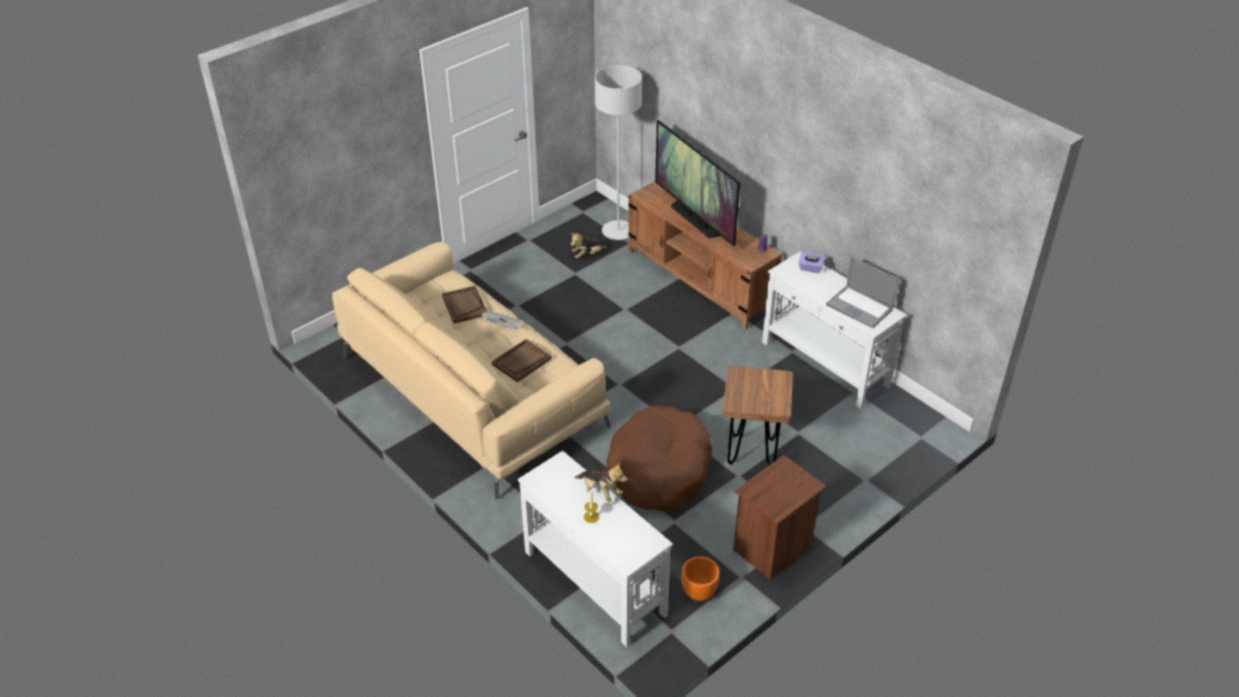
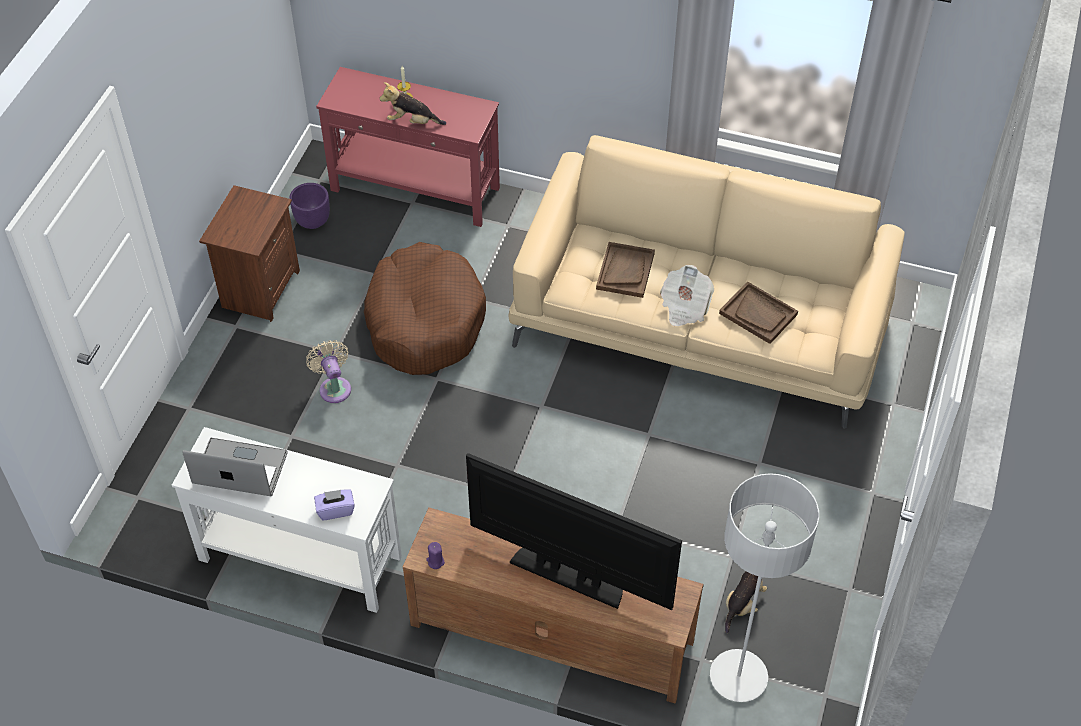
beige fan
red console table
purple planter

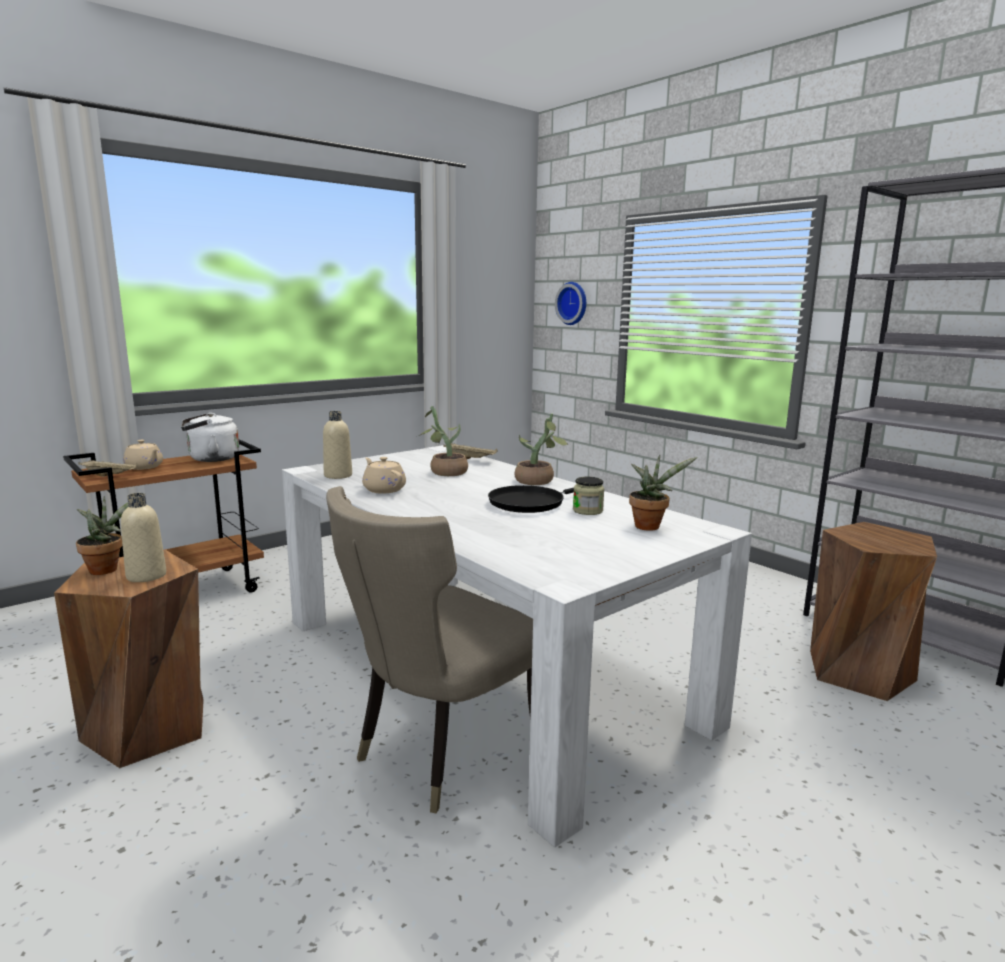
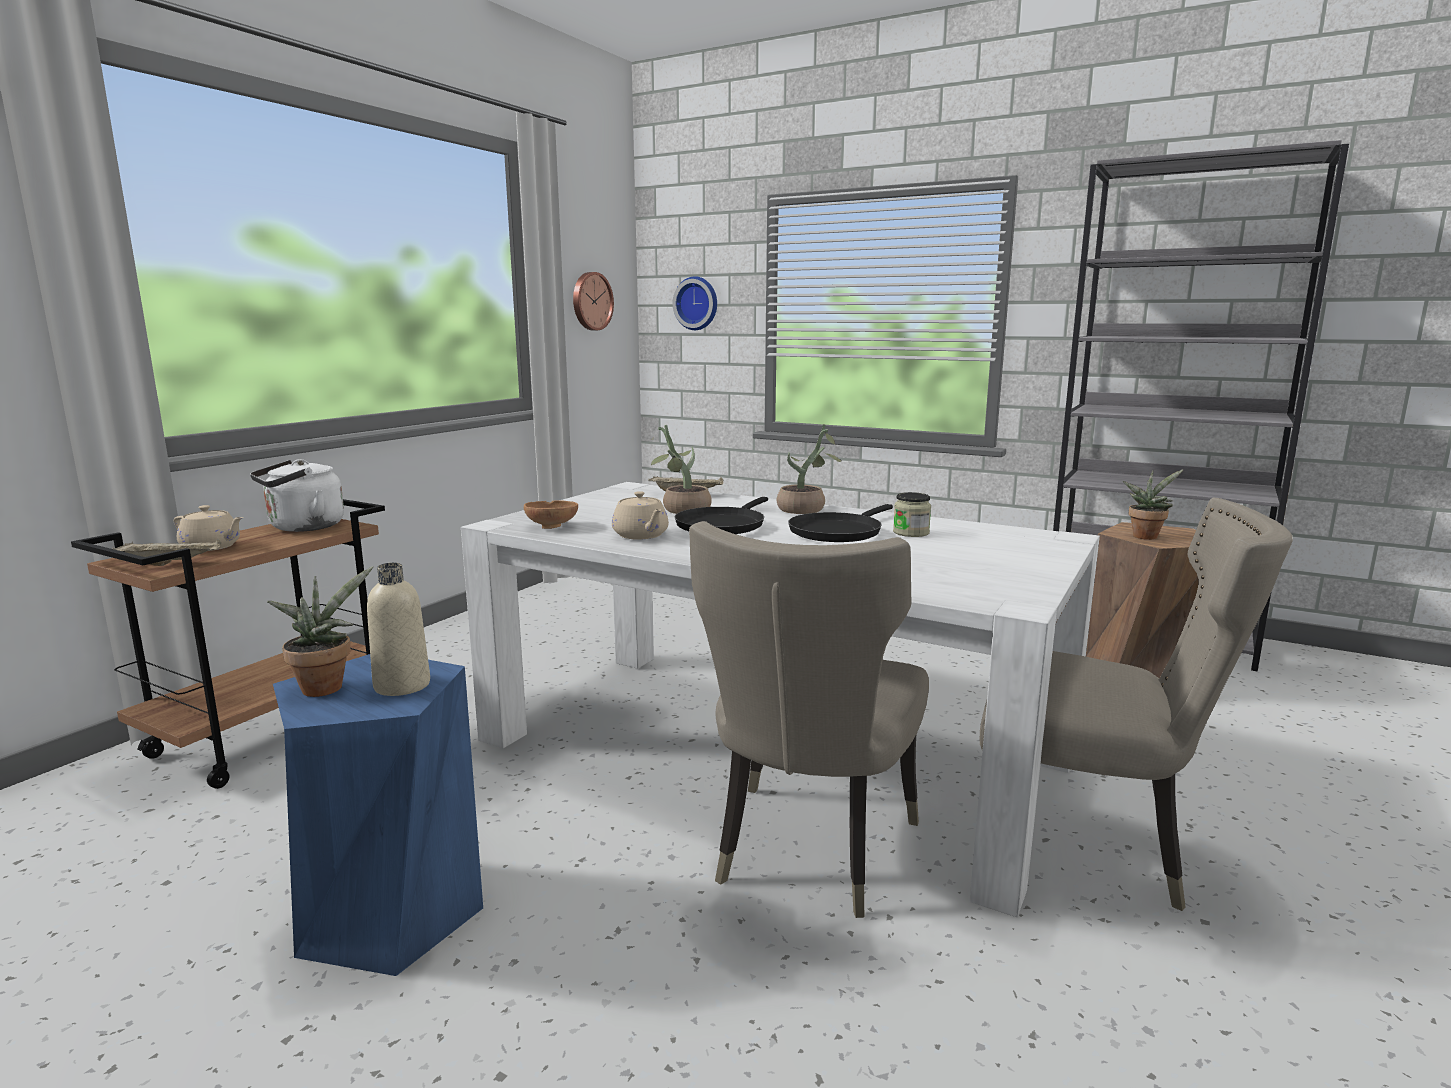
brown bowl
potted plant (4th from left)
beige teapot (2nd from left)
blue stool
wall clock (1st from left)
black frying pan (1st from left)
beige chair (2nd from left)

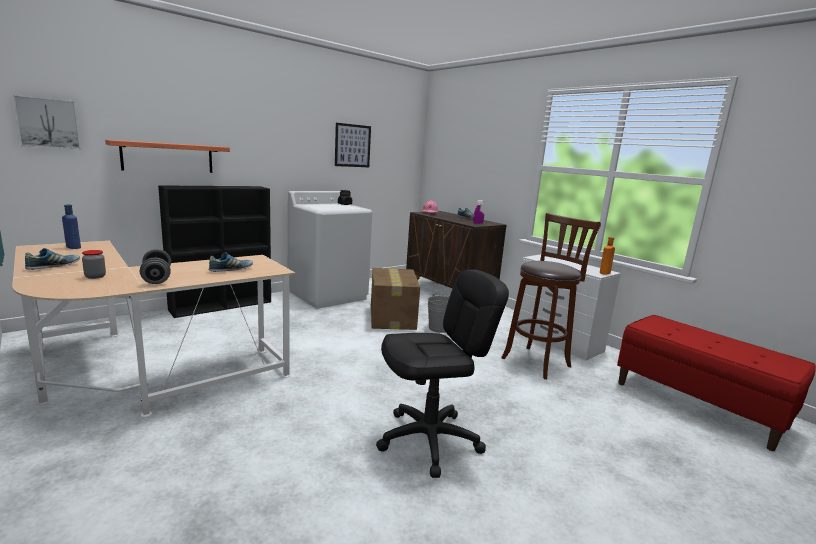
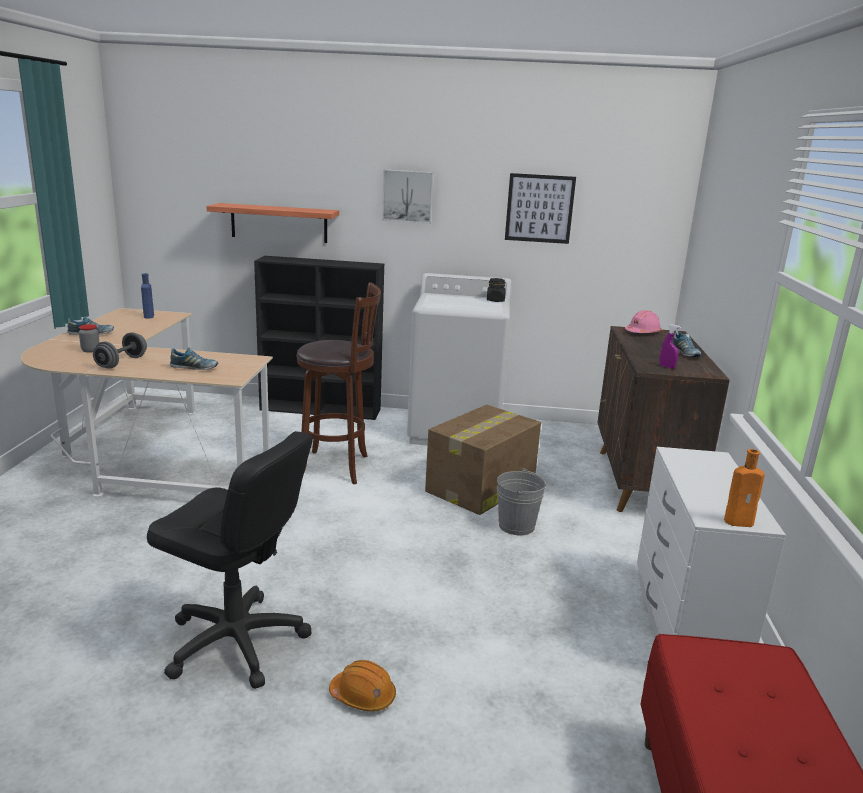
picture (1st from left)
brown stool
orange hard hat

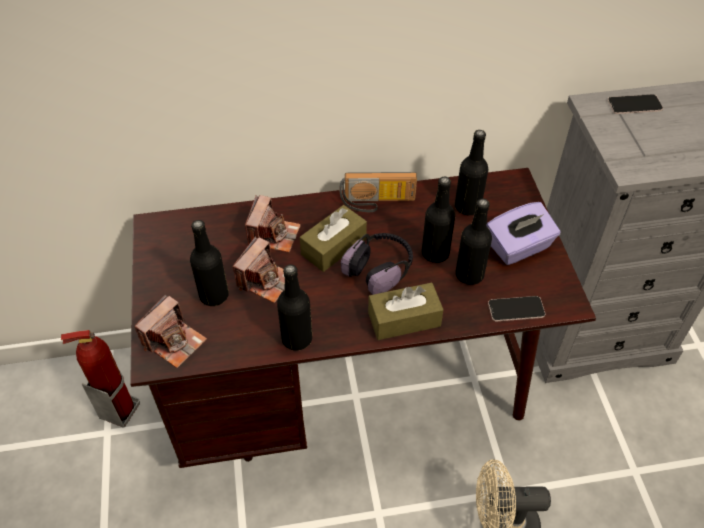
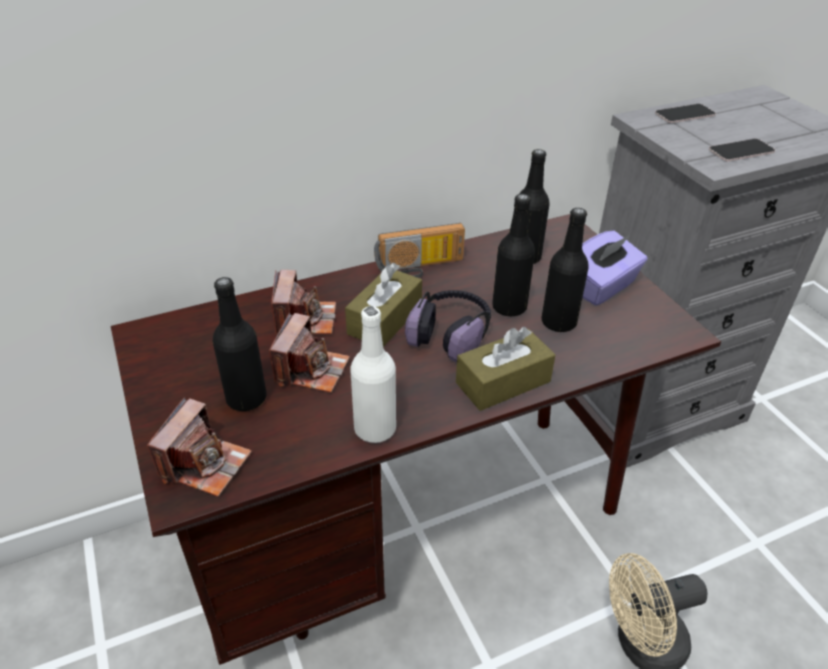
white bottle
phone (2nd from left)
fire extinguisher

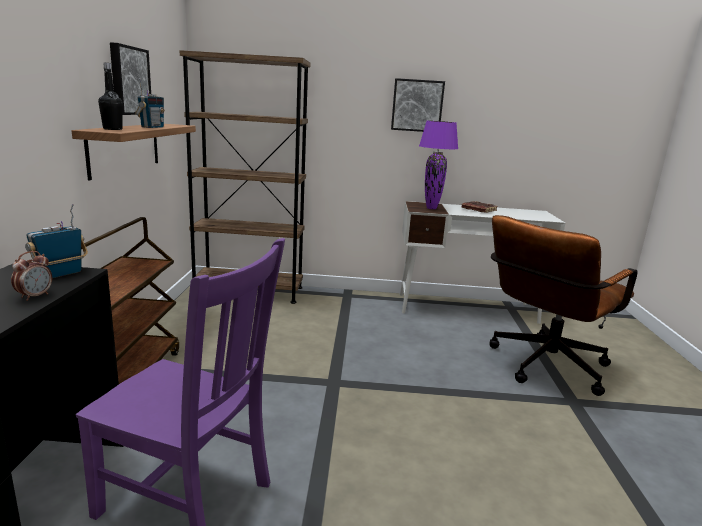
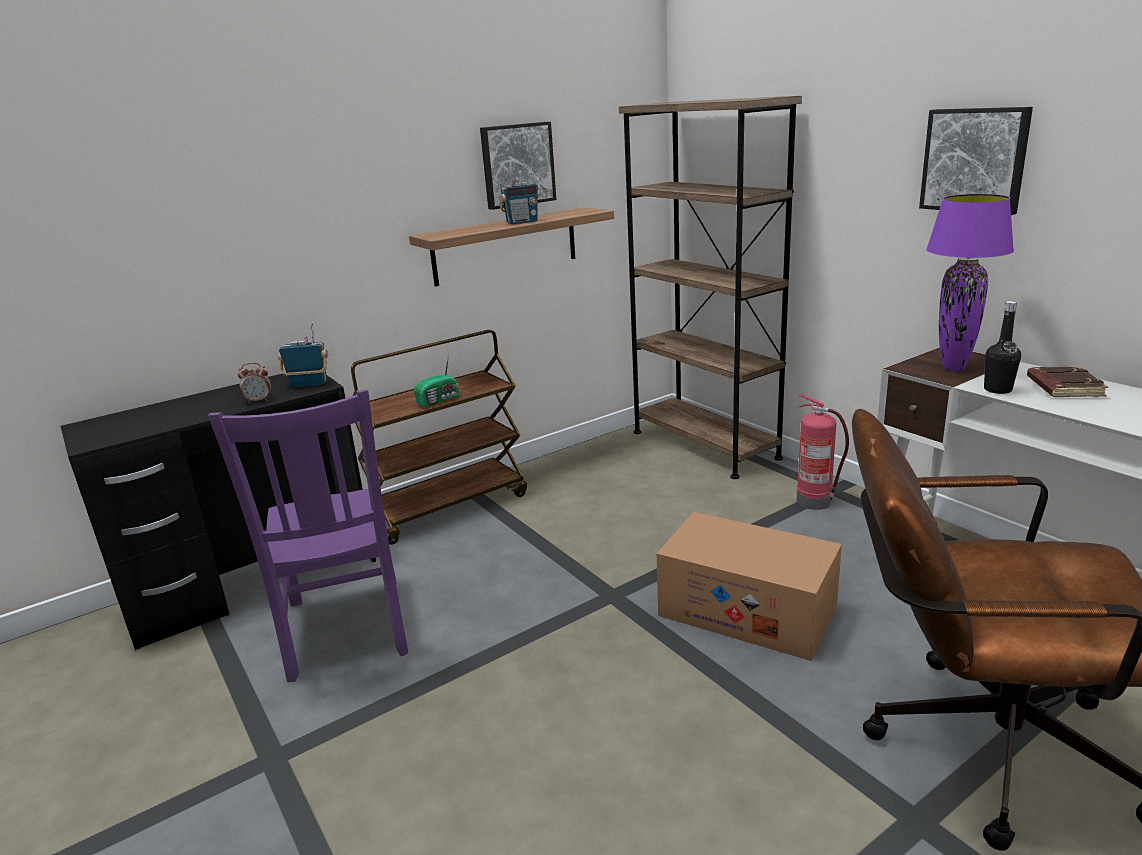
black bottle
radio (2nd from left)
fire extinguisher
cardboard box

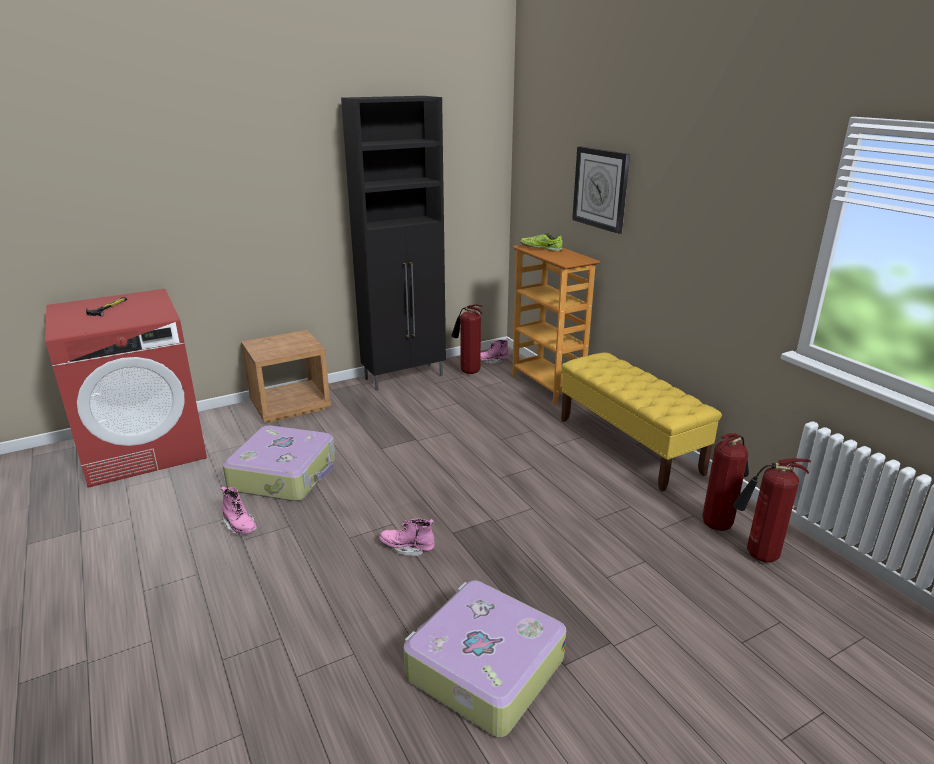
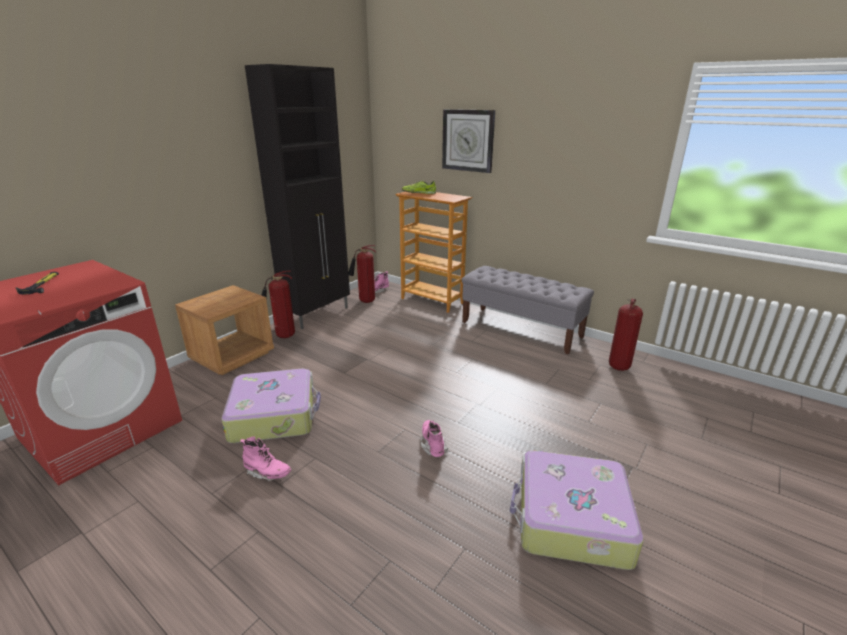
grey bench
fire extinguisher (1st from left)
pink boot (3rd from left)

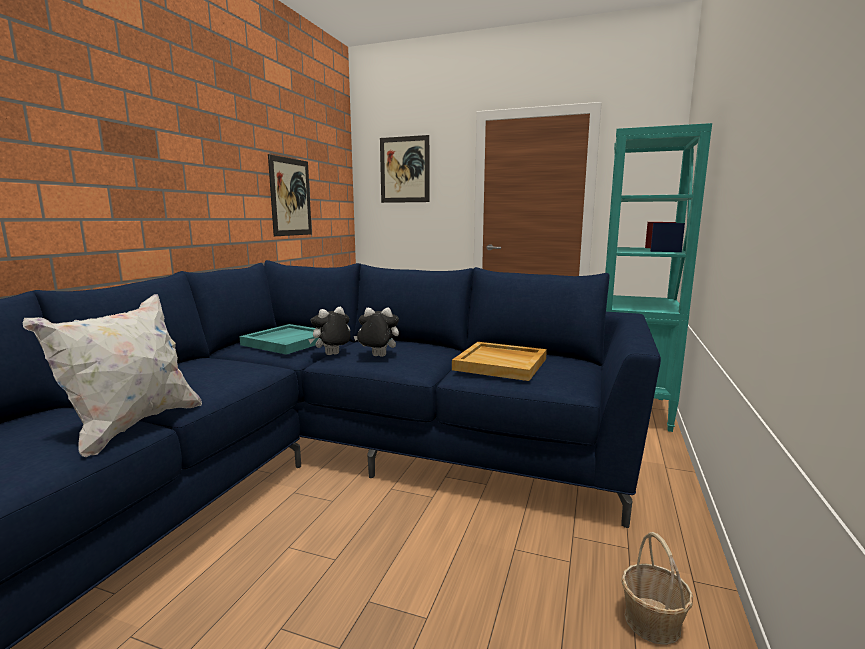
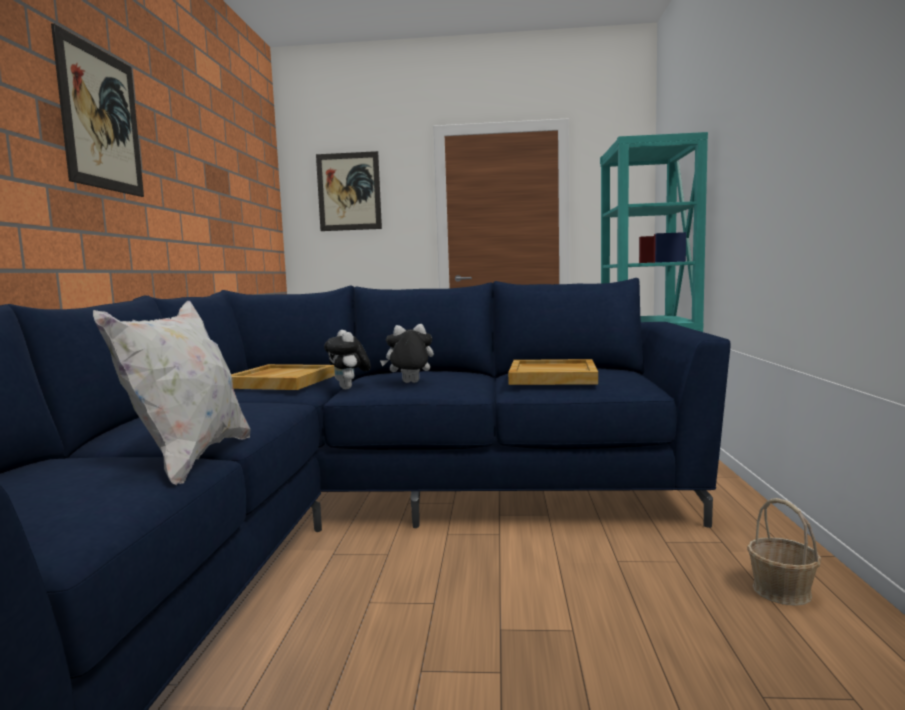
picture (1st from left)
plush toy (1st from left)
beige tray (1st from left)

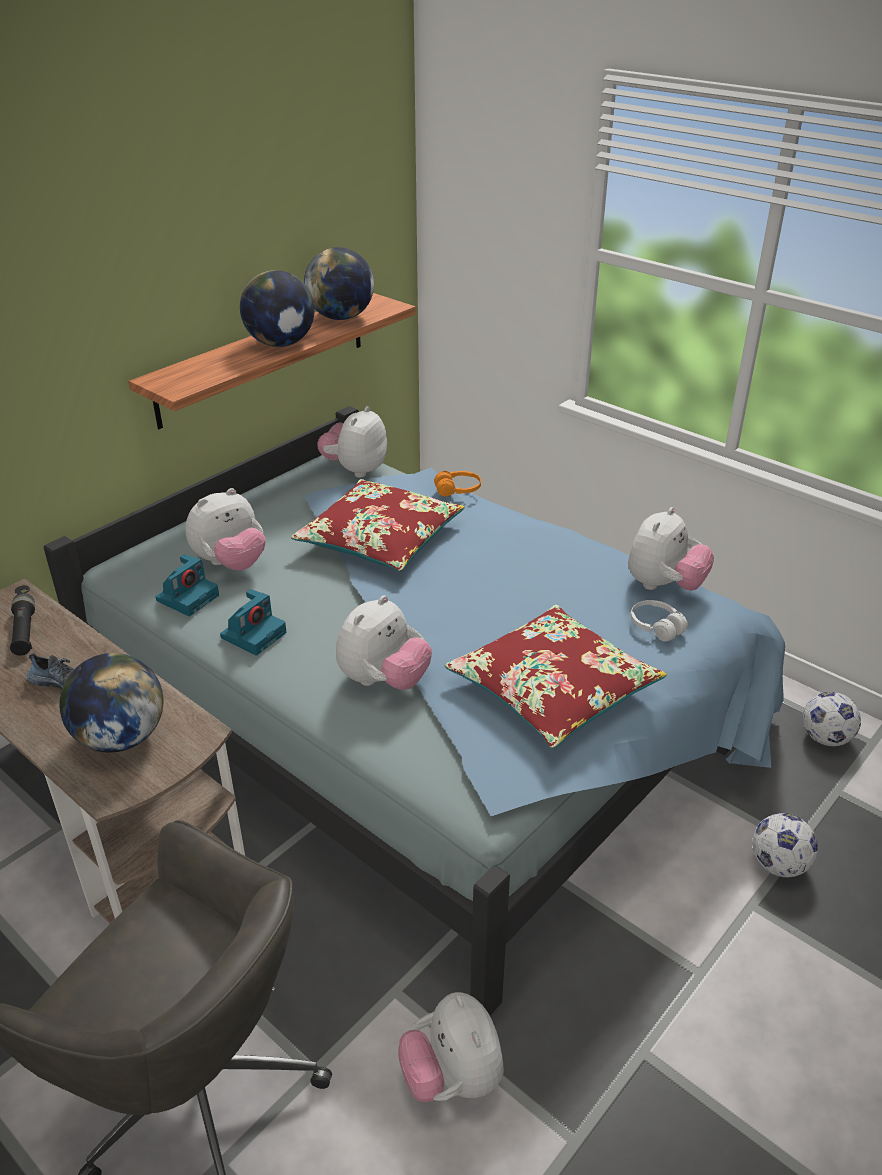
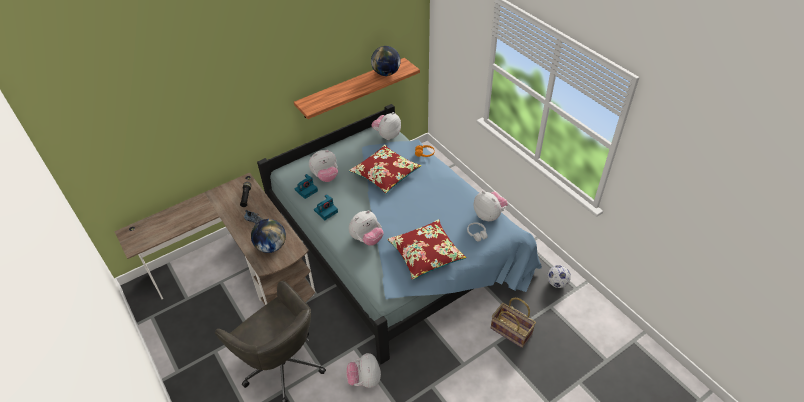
globe (2nd from left in the first image)
plush toy (5th from left)
basket

